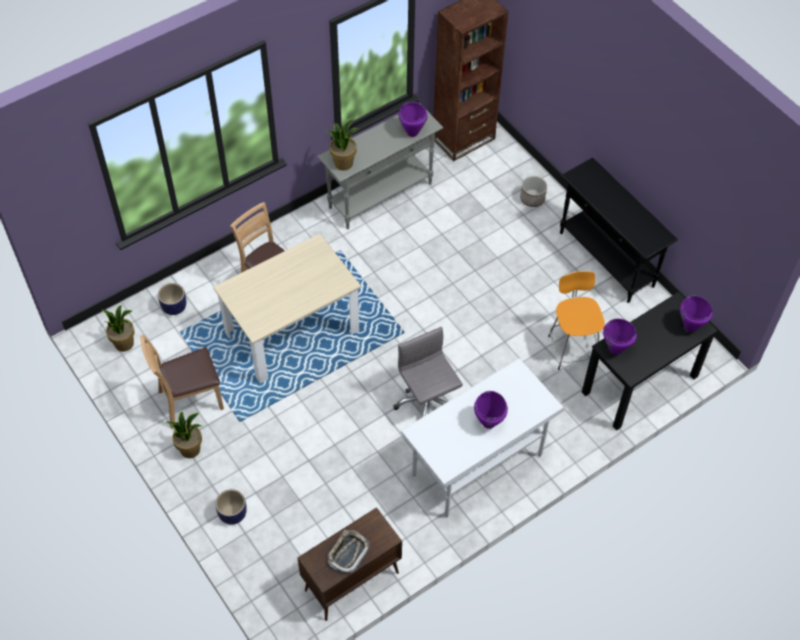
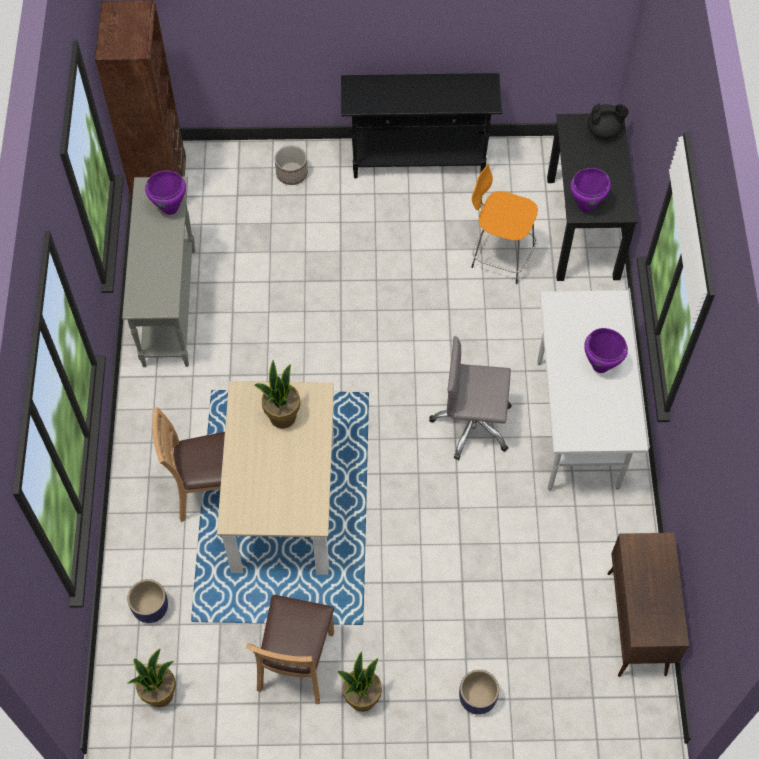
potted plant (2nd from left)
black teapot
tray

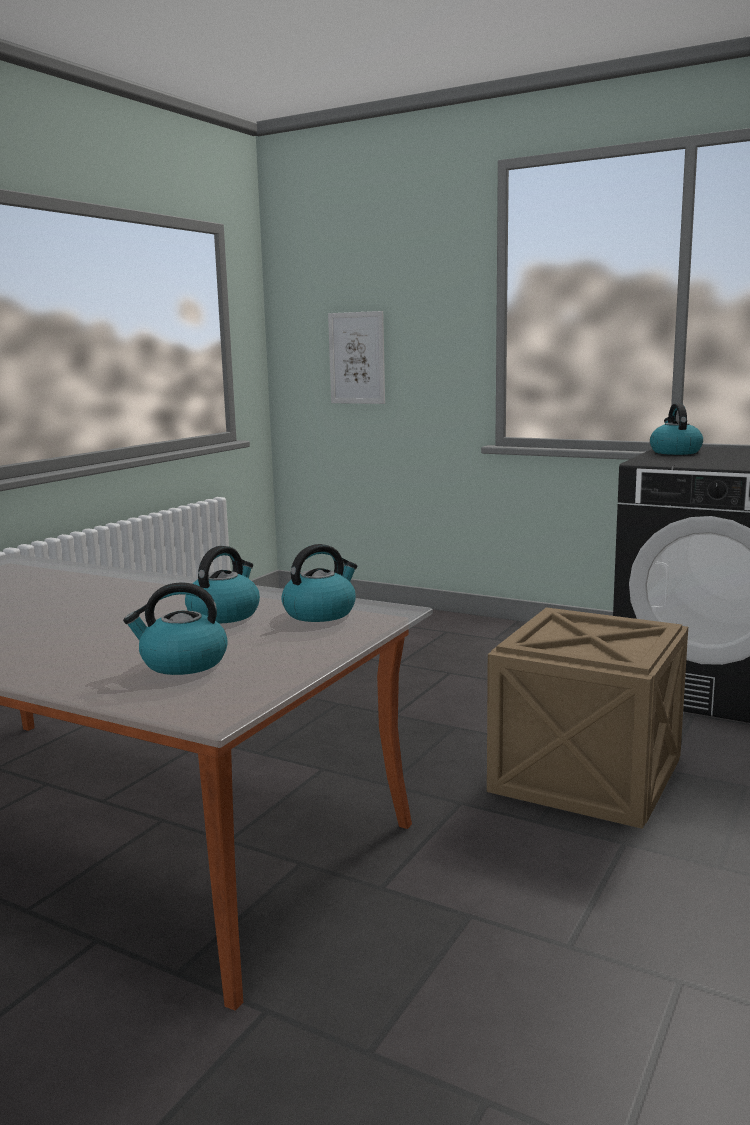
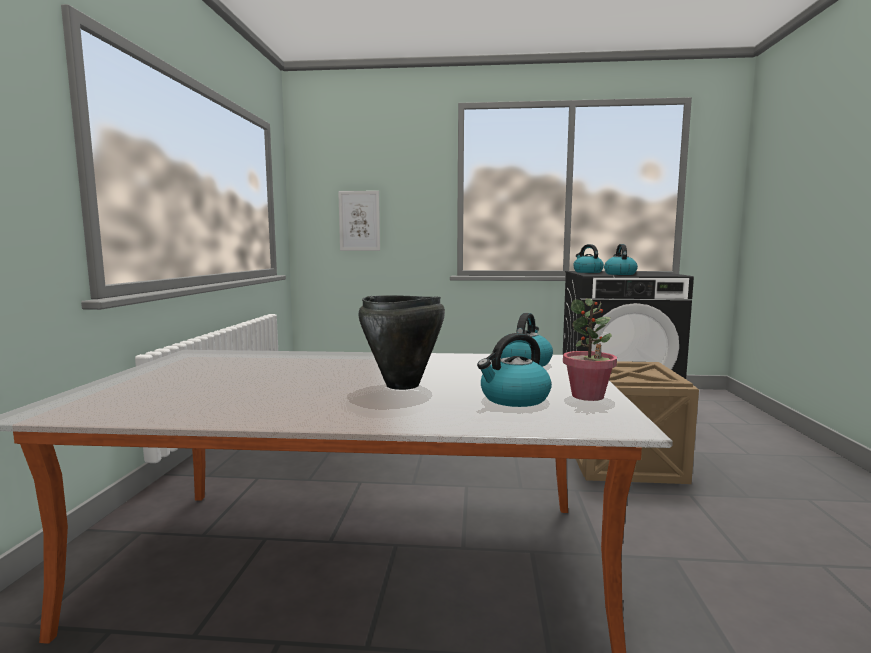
kettle (4th from left)
black cooking pot
potted plant

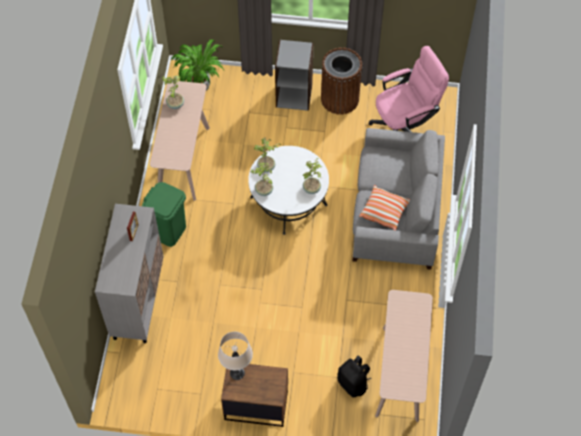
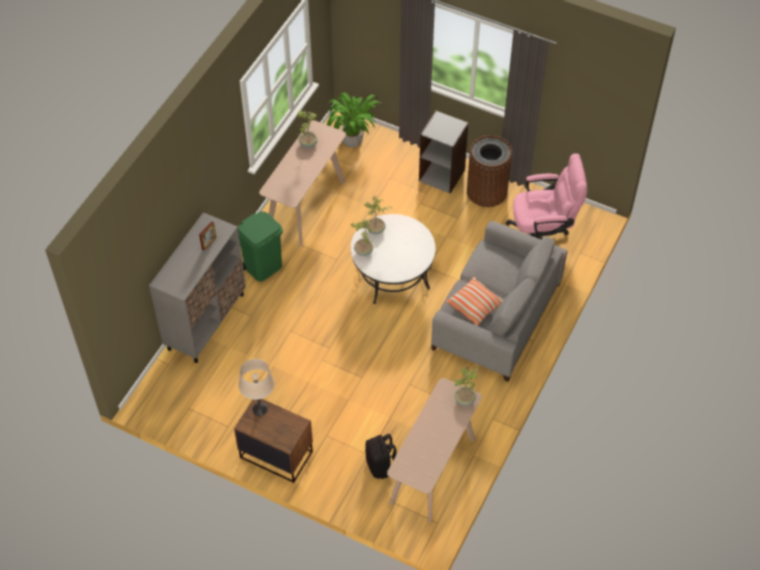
potted plant (5th from left)

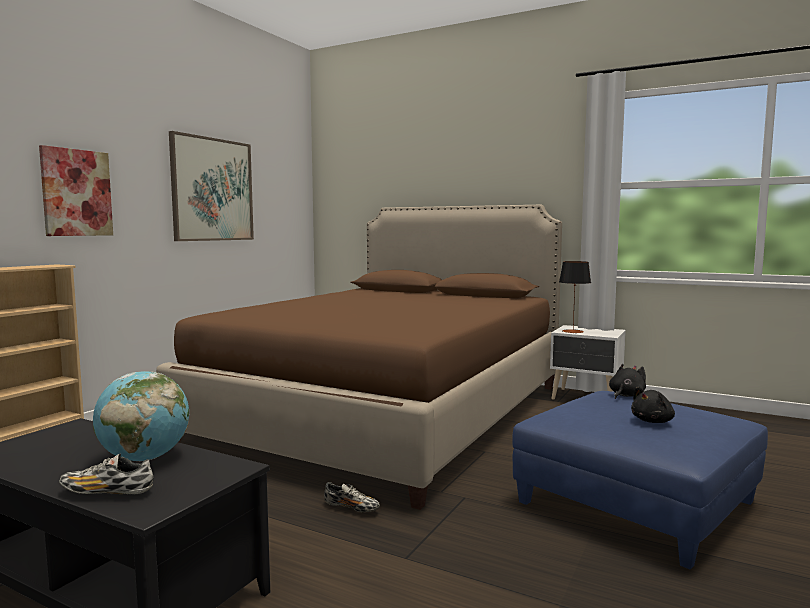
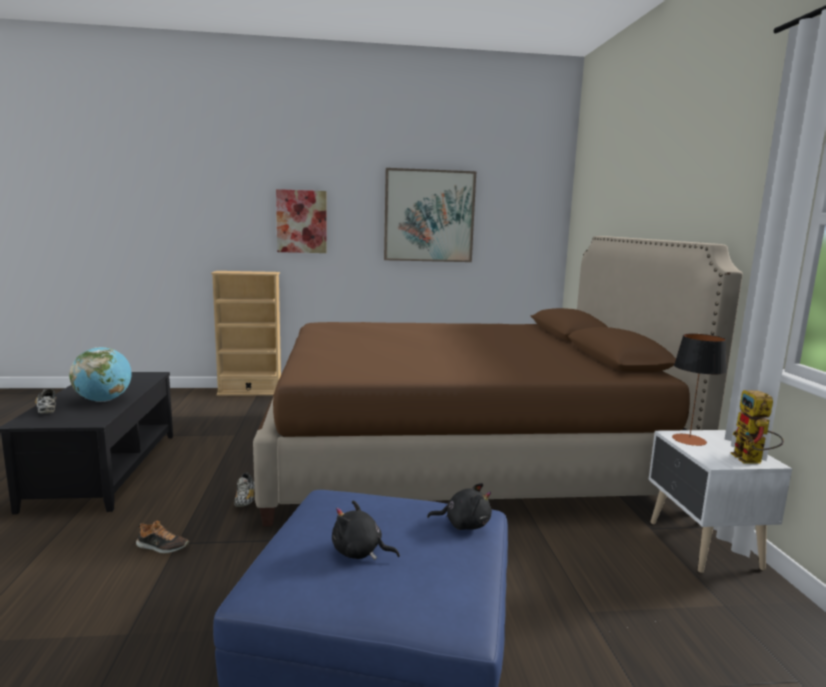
toy robot
shoe (2nd from left)

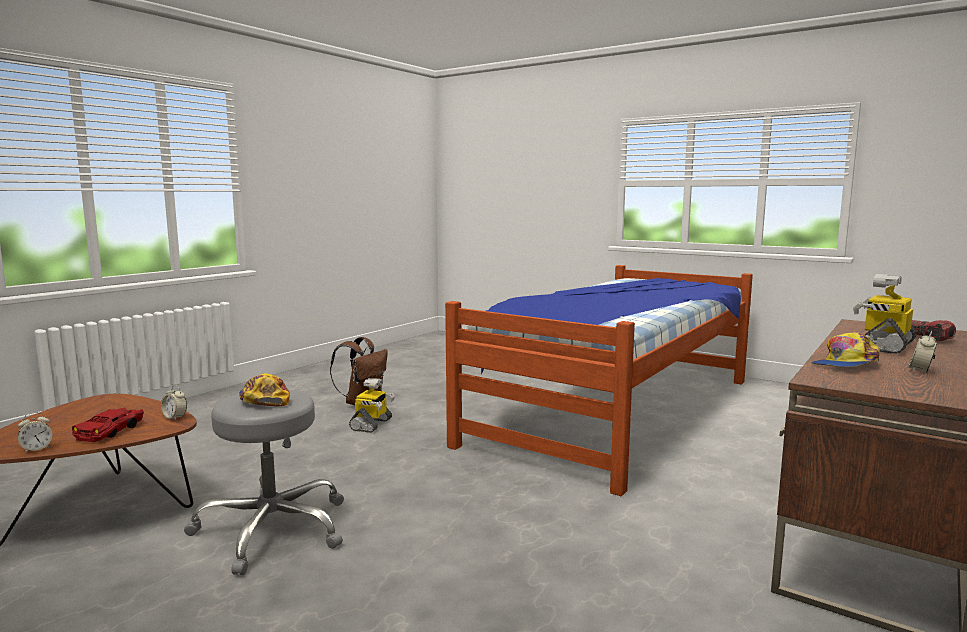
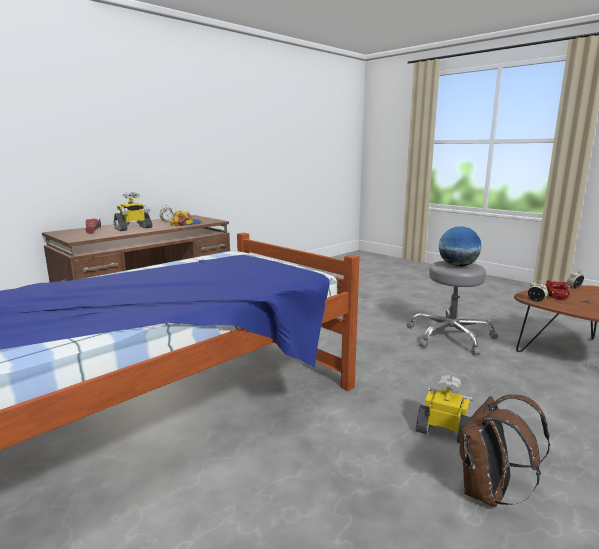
globe
toy robot (2nd from left)

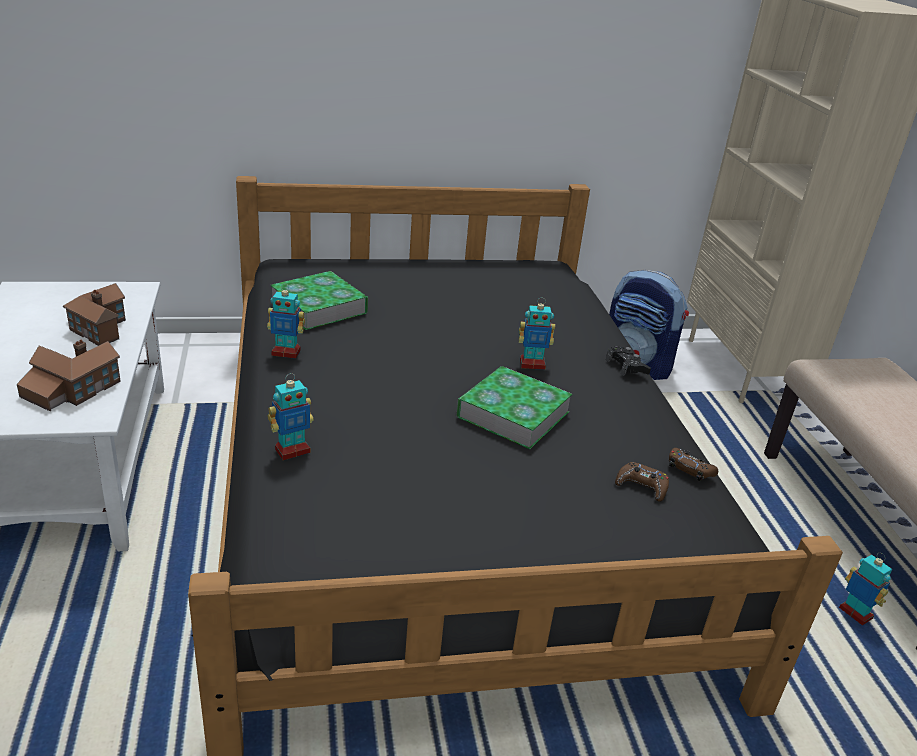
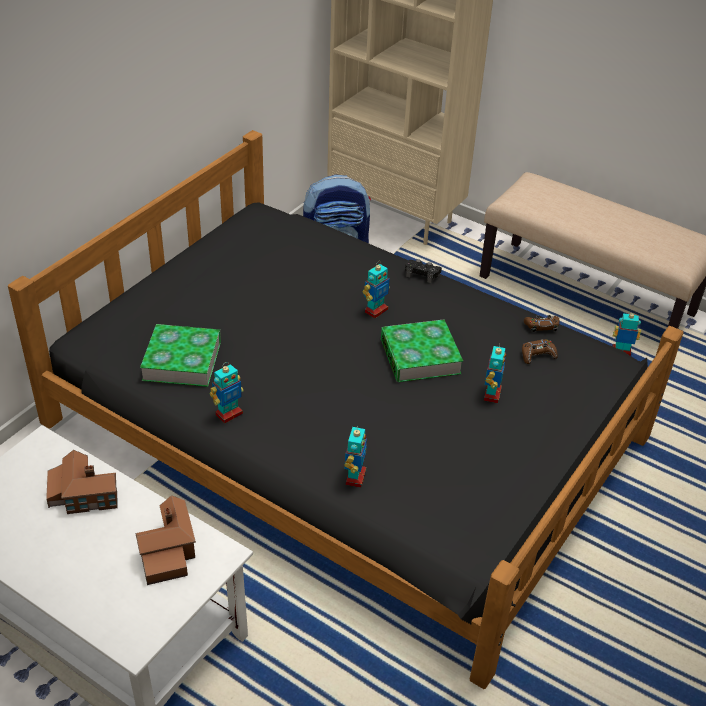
toy robot (4th from left)

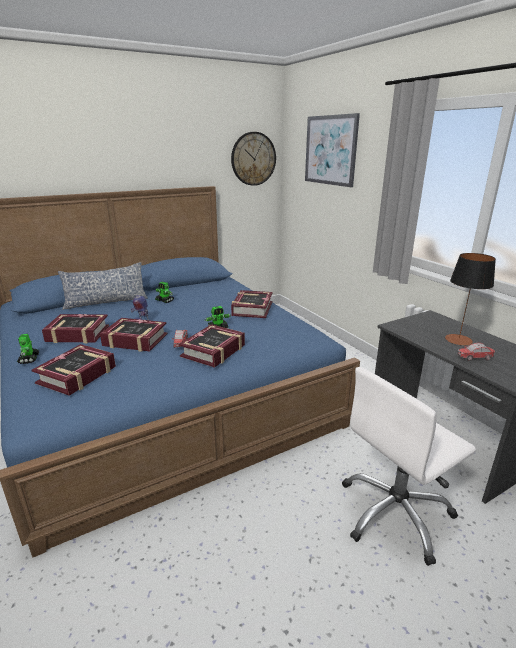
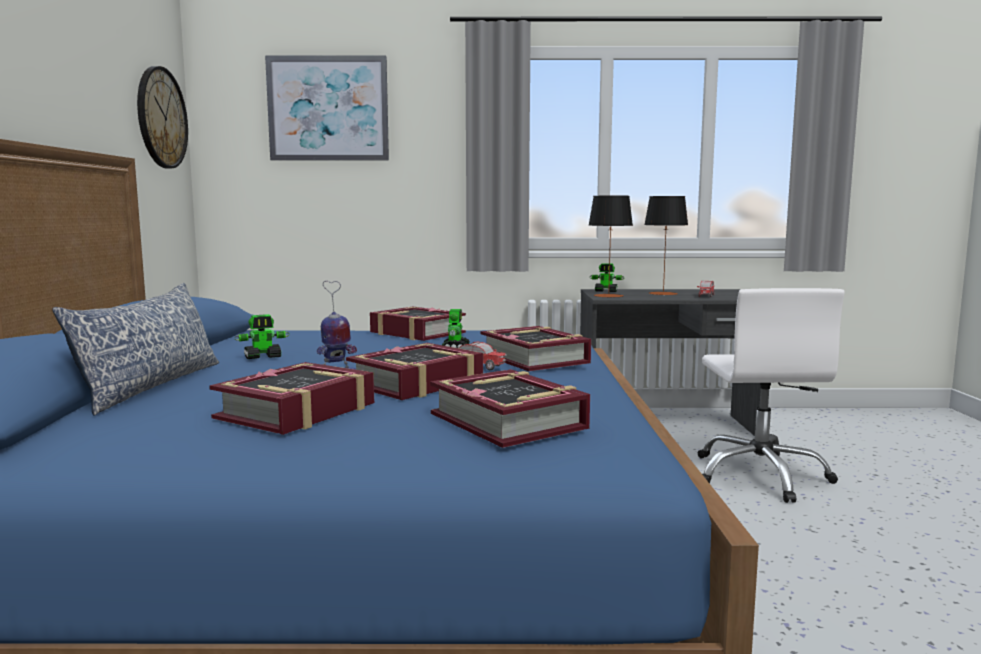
toy robot (4th from left)
table lamp (1st from left)

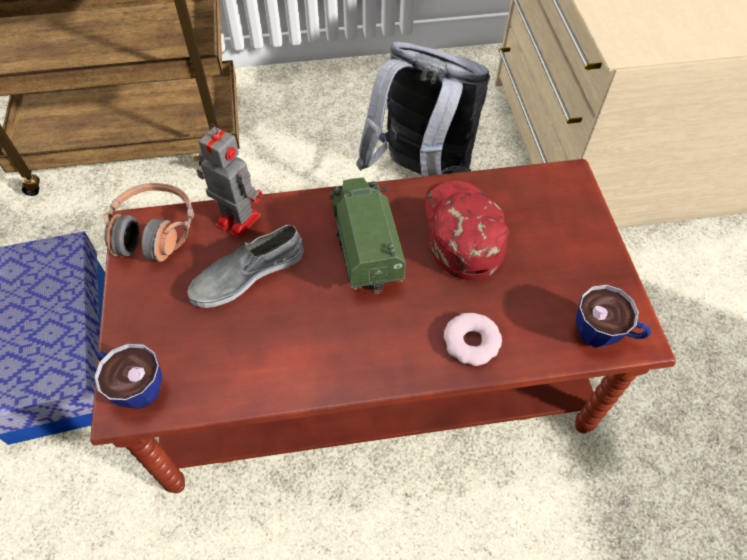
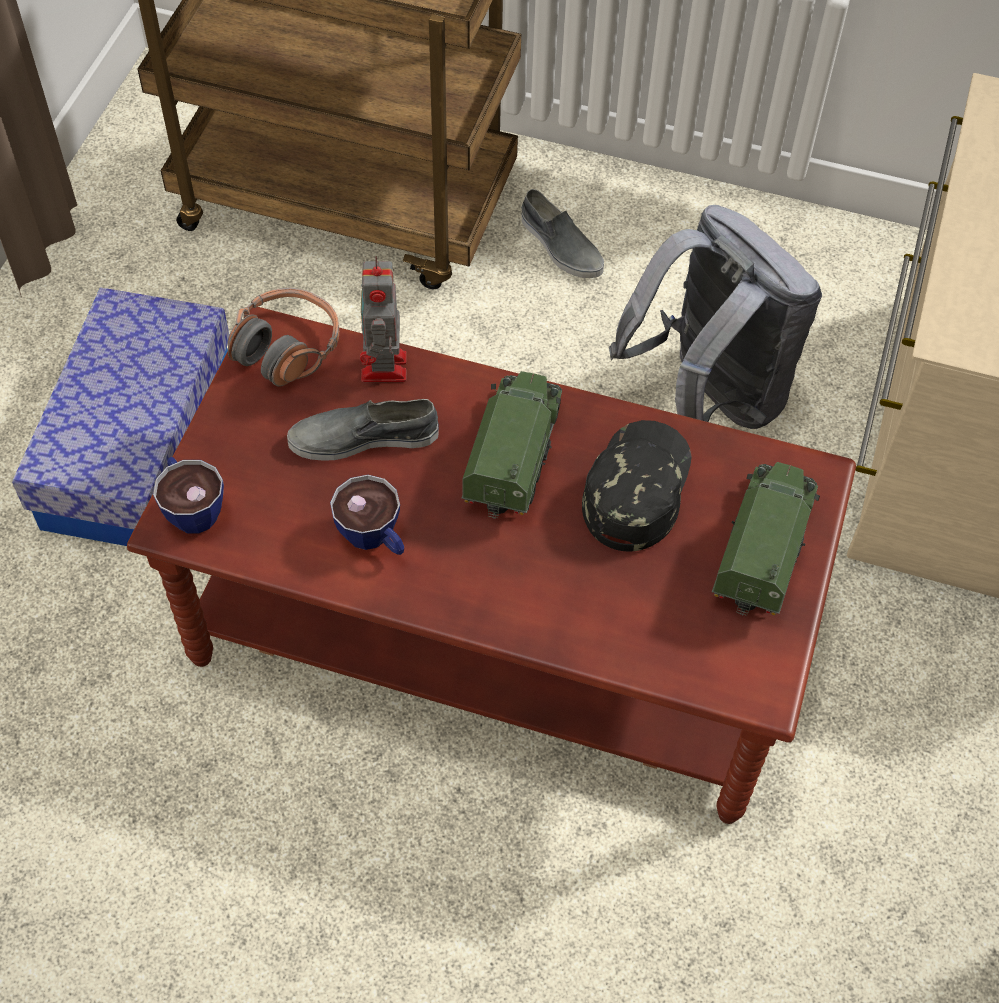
toy robot
black cap
cup (2nd from left)
donut
grey shoe (2nd from left)
toy truck (2nd from left)

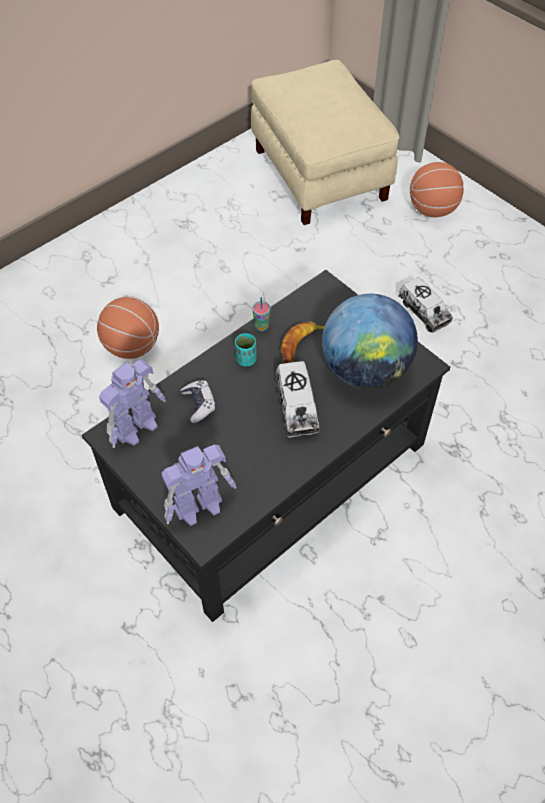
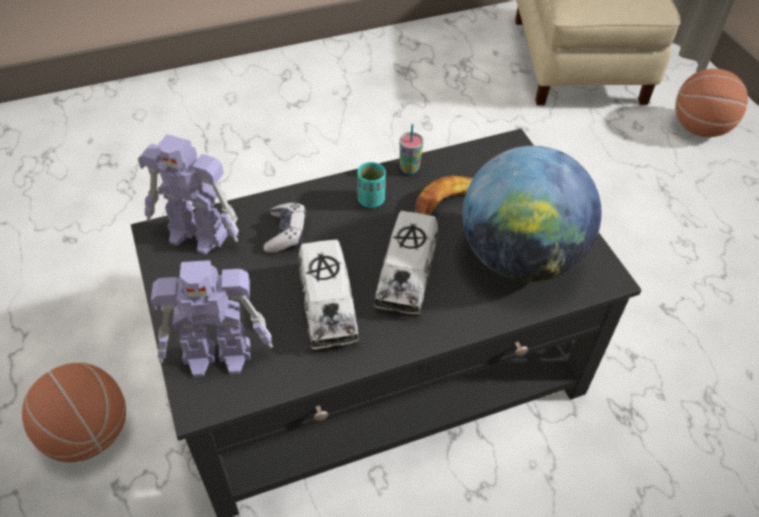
toy truck (1st from left)
basketball (1st from left)
toy robot (1st from left)

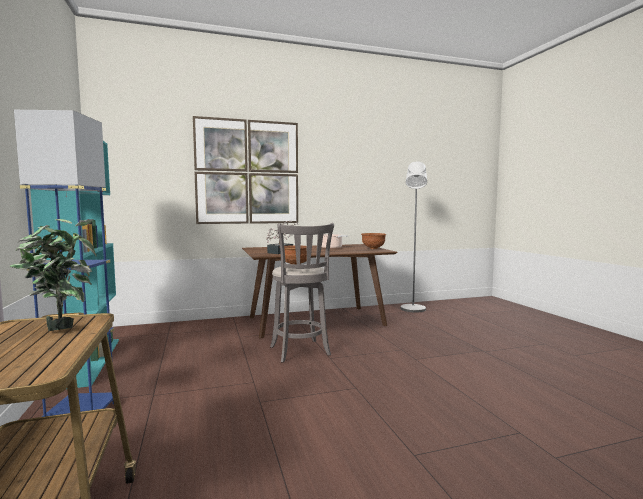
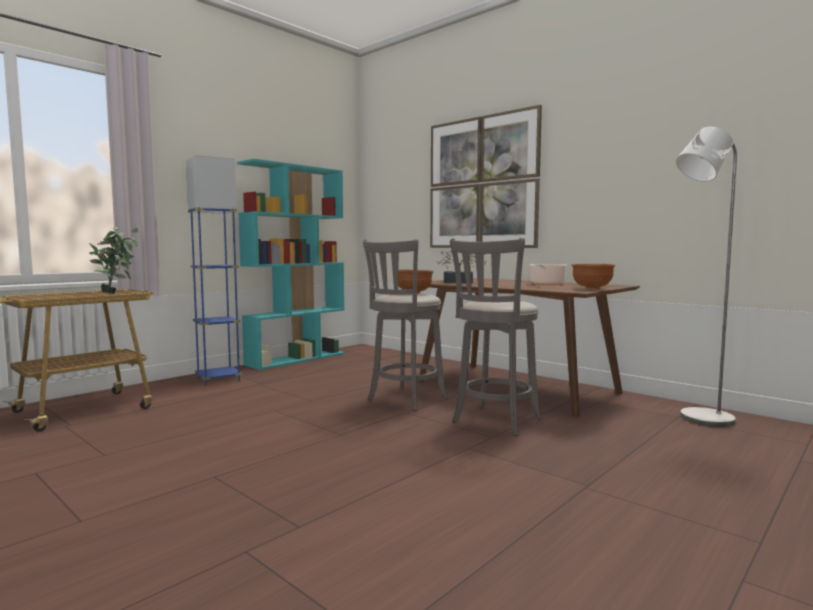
grey stool (2nd from left)

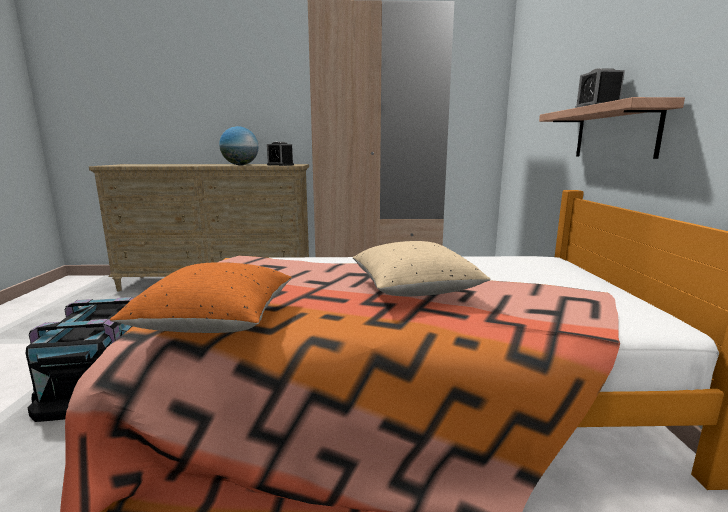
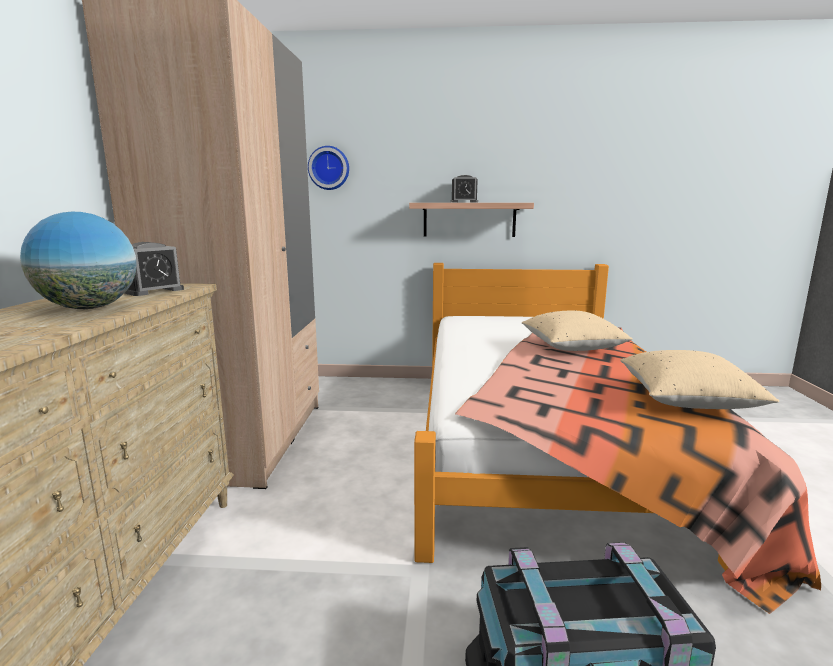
beige pillow (2nd from left)
wall clock

